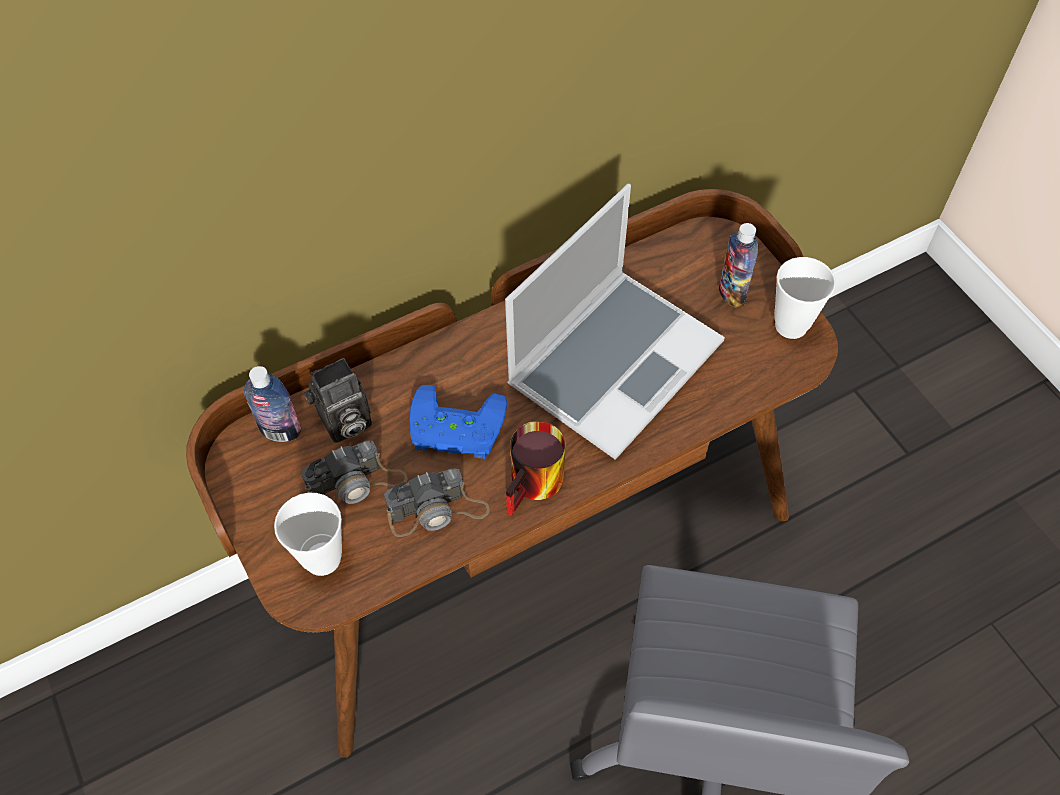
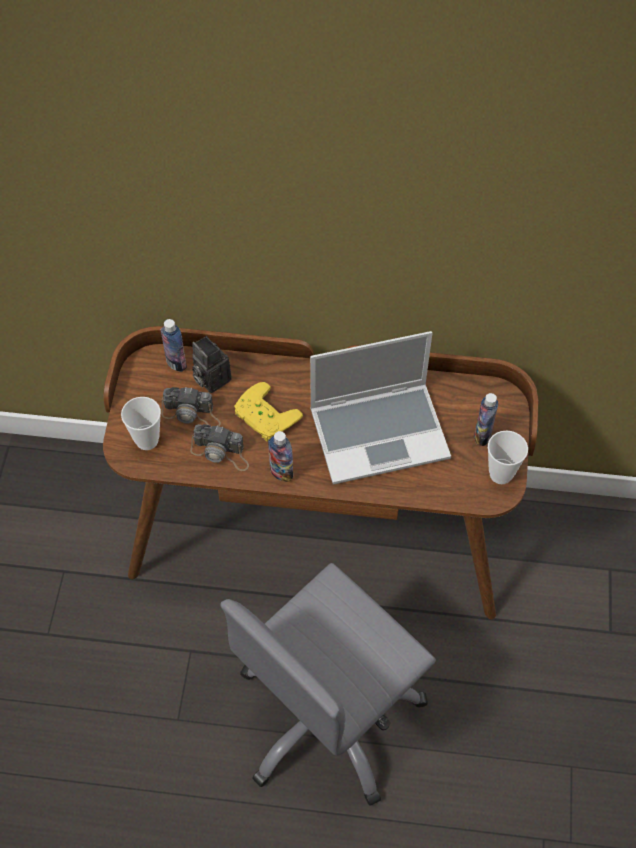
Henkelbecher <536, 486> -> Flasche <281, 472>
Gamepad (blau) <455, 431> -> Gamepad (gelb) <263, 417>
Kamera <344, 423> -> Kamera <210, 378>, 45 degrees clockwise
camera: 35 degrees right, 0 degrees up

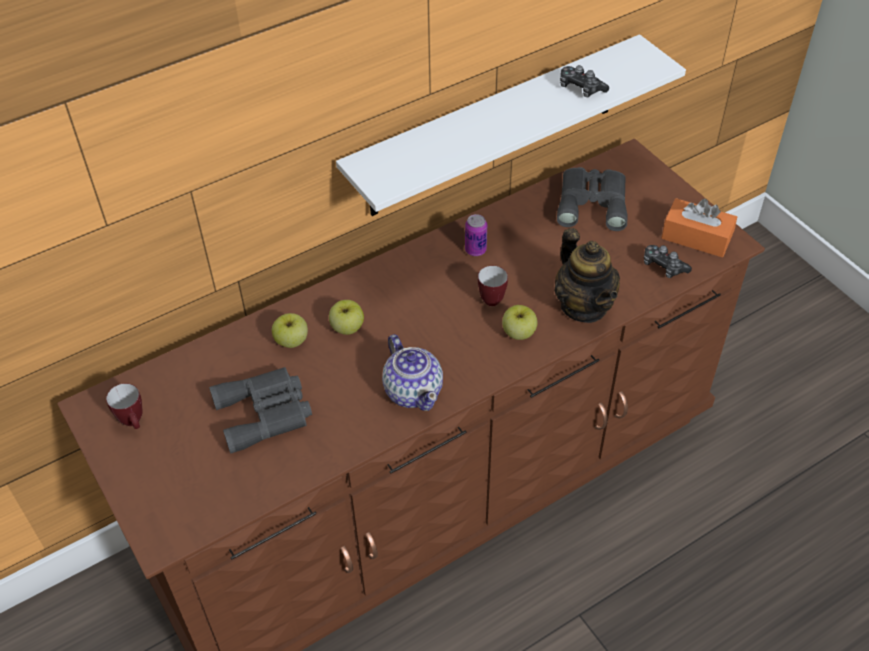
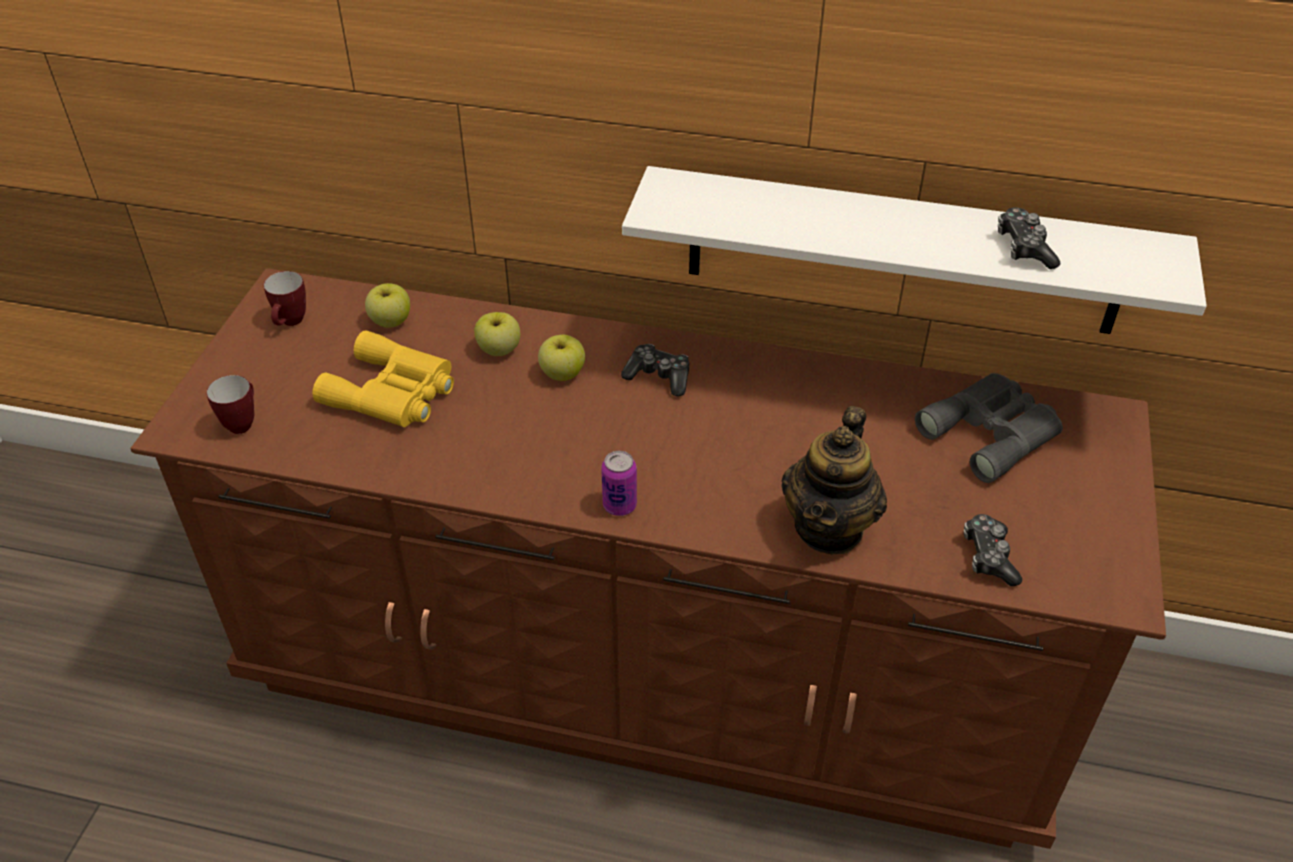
Teekanne <413, 390> -> none
Taschentuchbox (orange) <696, 237> -> none
none -> Gamepad <659, 377>
Dose <475, 250> -> Dose <619, 505>, relocated
Henkelbecher <488, 298> -> Henkelbecher <242, 422>, relocated
Apfel <518, 333> -> Apfel <390, 321>, relocated
Fernglas (grau) <266, 413> -> Fernglas (gelb) <393, 393>
camera: 45 degrees right, 5 degrees down

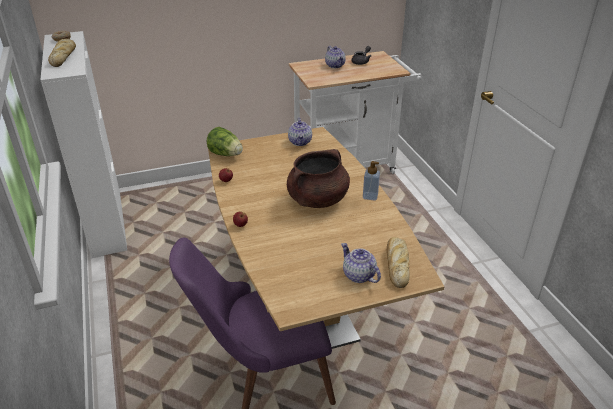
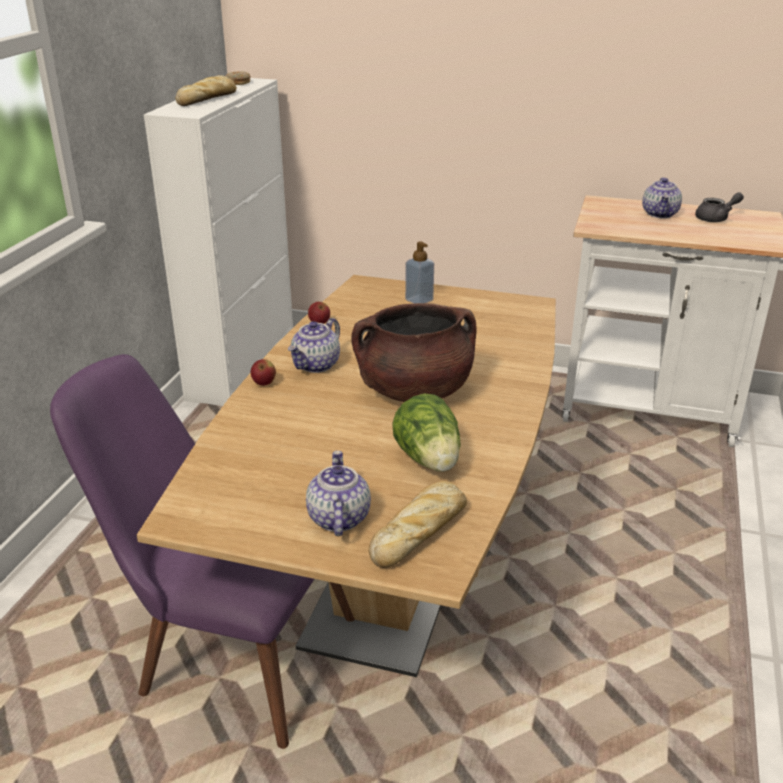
Salatkopf <226, 154> -> Salatkopf <429, 460>, relocated
Teekanne <300, 142> -> Teekanne <316, 365>, relocated
Seifenspender <370, 196> -> Seifenspender <419, 300>, relocated
camera: 35 degrees right, 5 degrees down

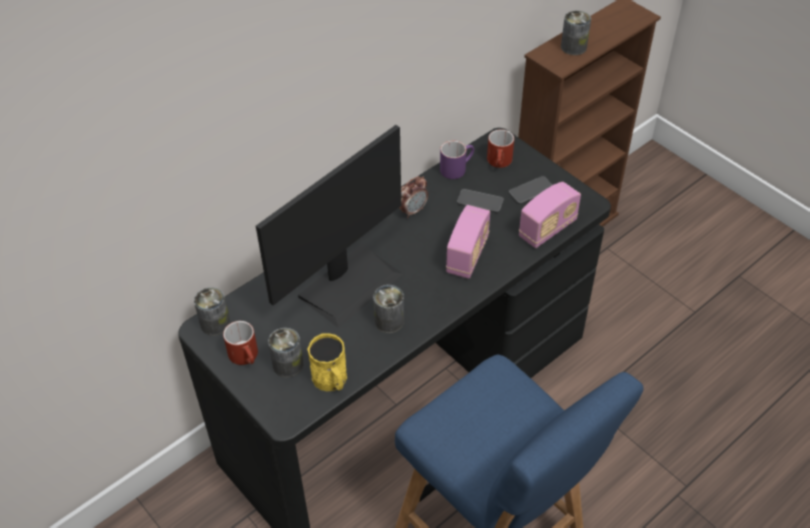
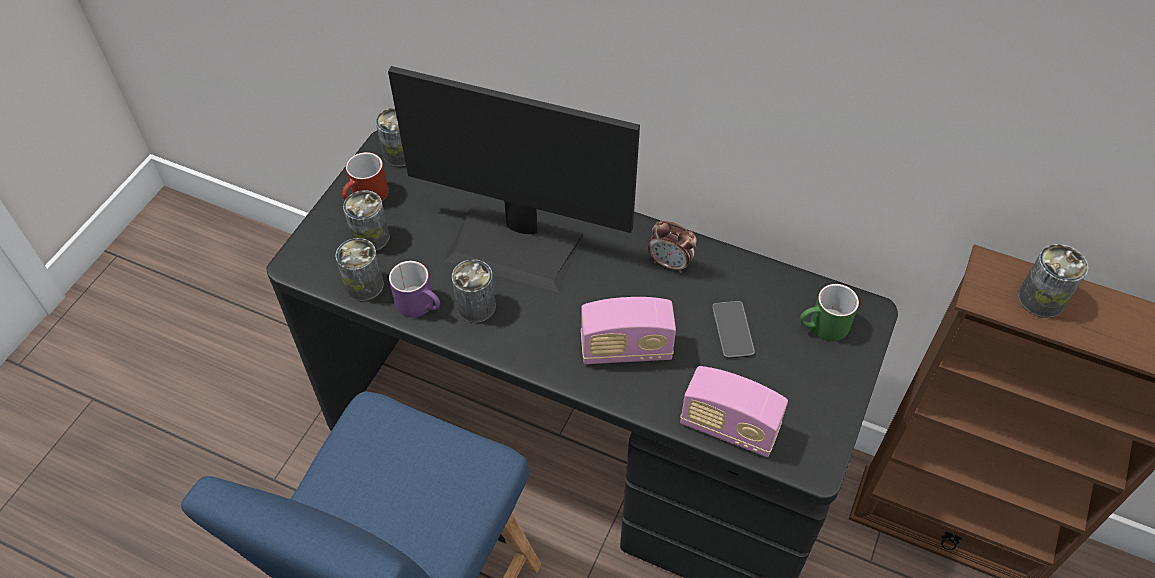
Handy <531, 191> -> none
Henkelbecher (lila) <456, 168> -> Henkelbecher (lila) <421, 305>, relocated
Henkelbecher (gelb) <331, 380> -> Dose <364, 285>
Henkelbecher (rot) <500, 163> -> Henkelbecher (grün) <822, 328>
camera: 65 degrees right, 5 degrees up

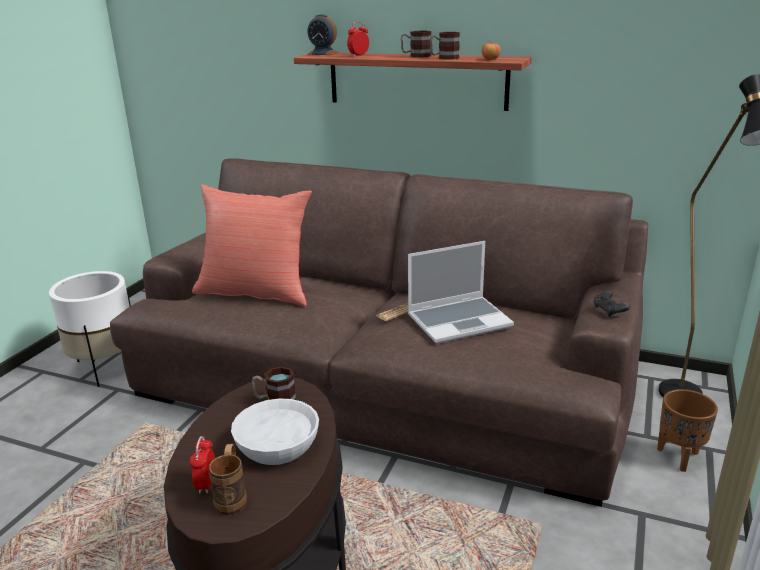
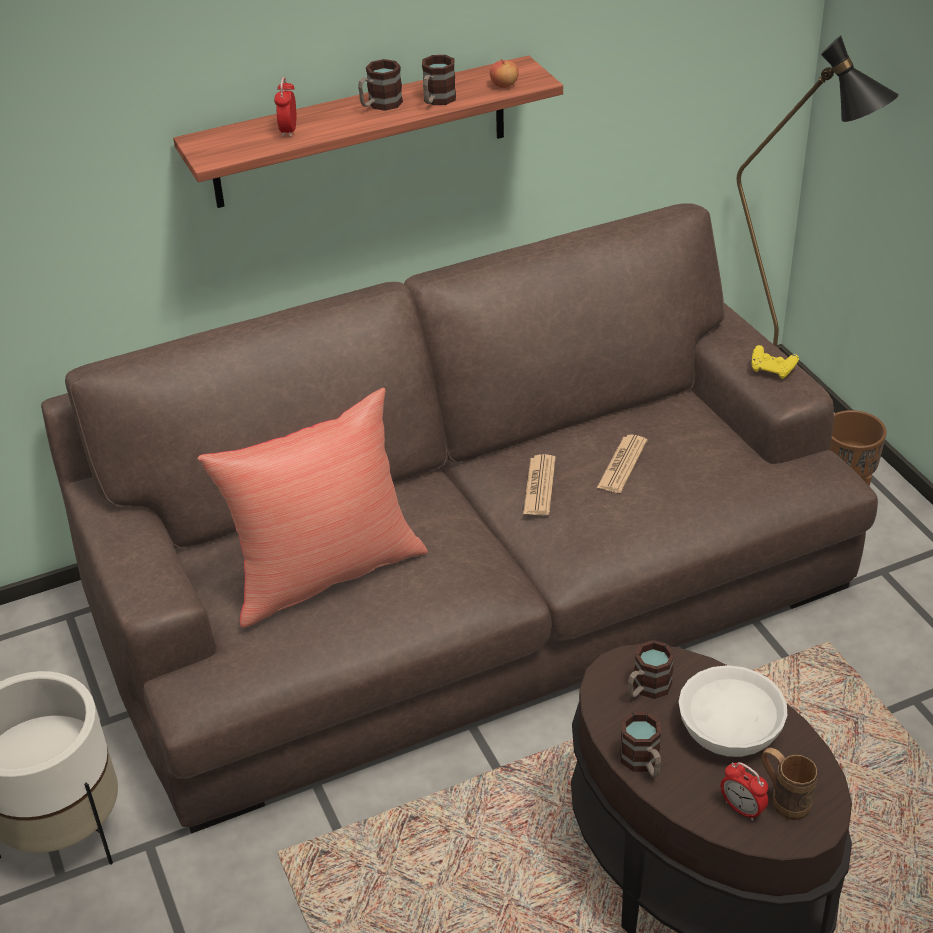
Wecker <323, 53> -> none
none -> Henkelbecher <643, 763>
Laptop <459, 320> -> Zeitung <622, 464>
Gamepad (schwarz) <609, 311> -> Gamepad (gelb) <772, 370>
camera: 45 degrees left, 15 degrees up

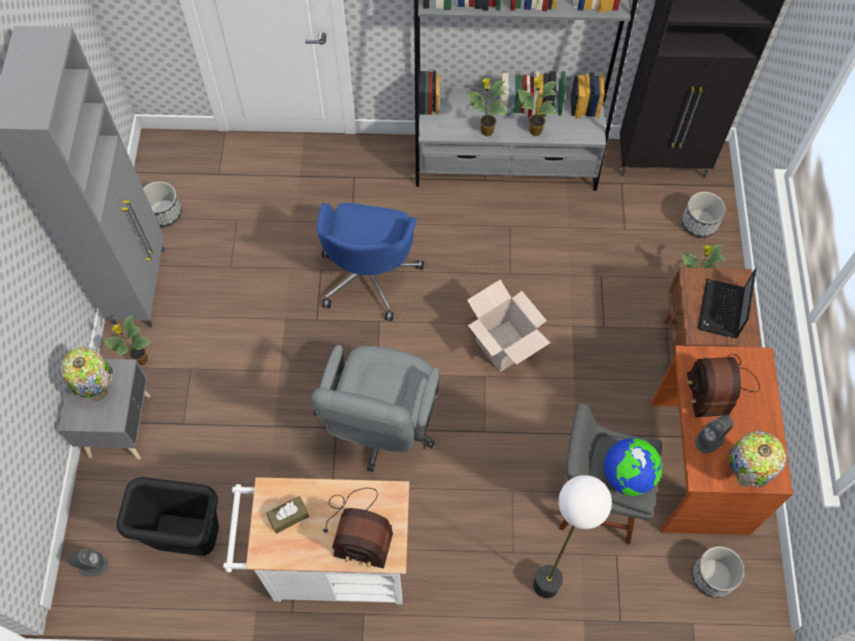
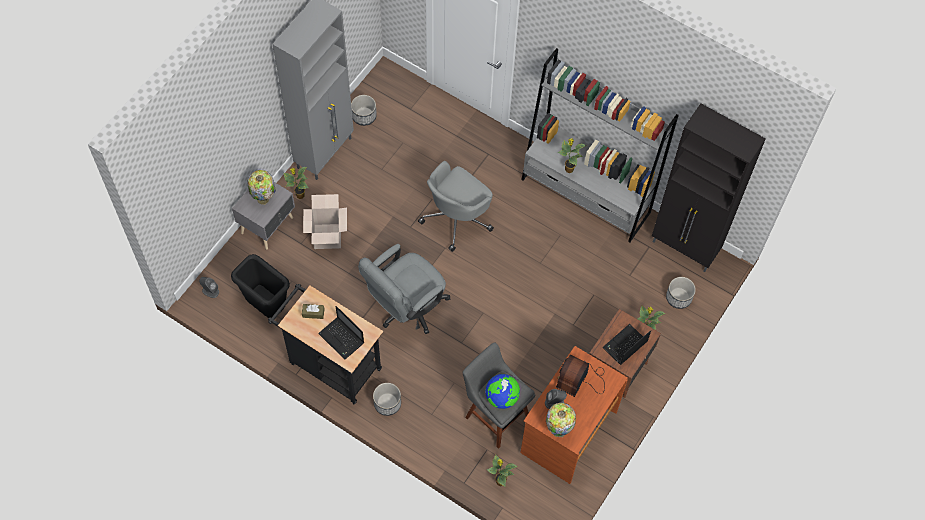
Stehlampe <546, 585> -> none
Karton <503, 346> -> Karton <327, 236>, relocated
Topfpflanze <534, 131> -> Topfpflanze <500, 481>, relocated
Pflanzkübel <713, 577> -> Pflanzkübel <387, 404>, relocated
Radio <358, 529> -> Laptop <342, 339>
Rollwagen (weiß) <331, 566> -> Rollwagen (schwarz) <331, 364>
Bürostuhl (blau) <369, 275> -> Bürostuhl (grau) <457, 218>
camera: 30 degrees right, 0 degrees up

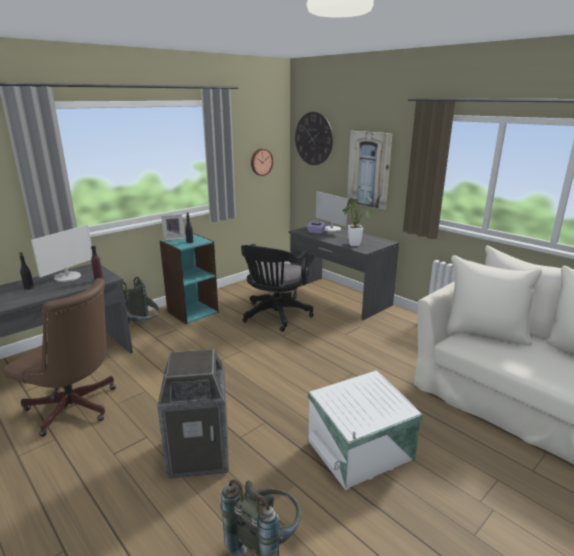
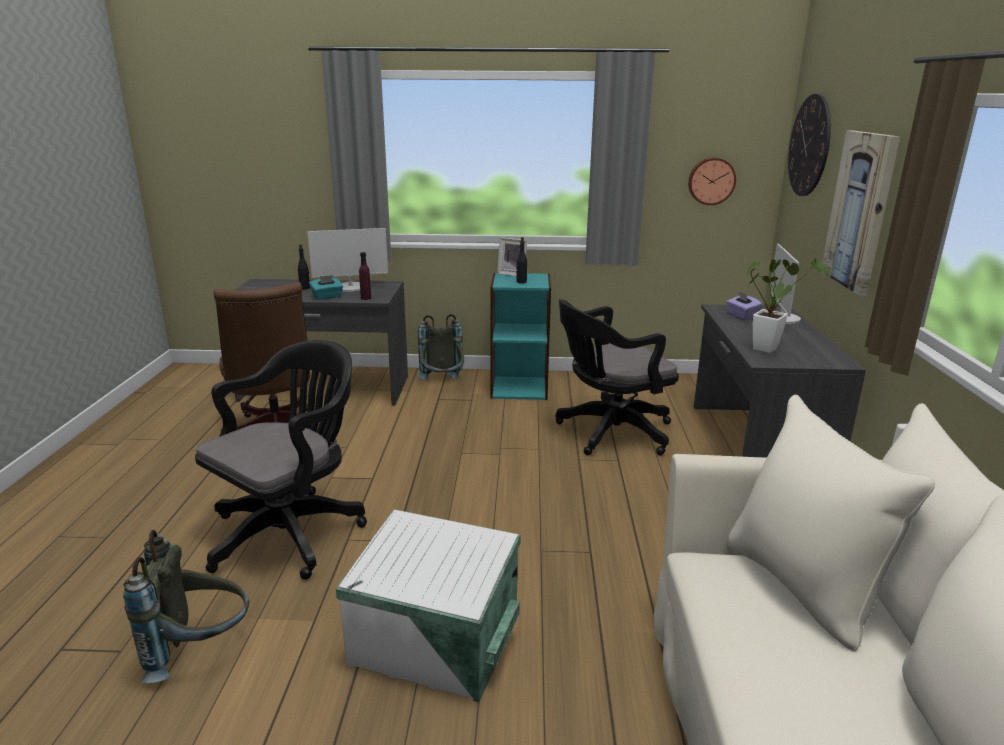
none -> Taschentuchbox (türkis) <327, 297>
Mülleimer <200, 454> -> Bürostuhl (schwarz) <292, 531>
camera: 45 degrees right, 0 degrees up

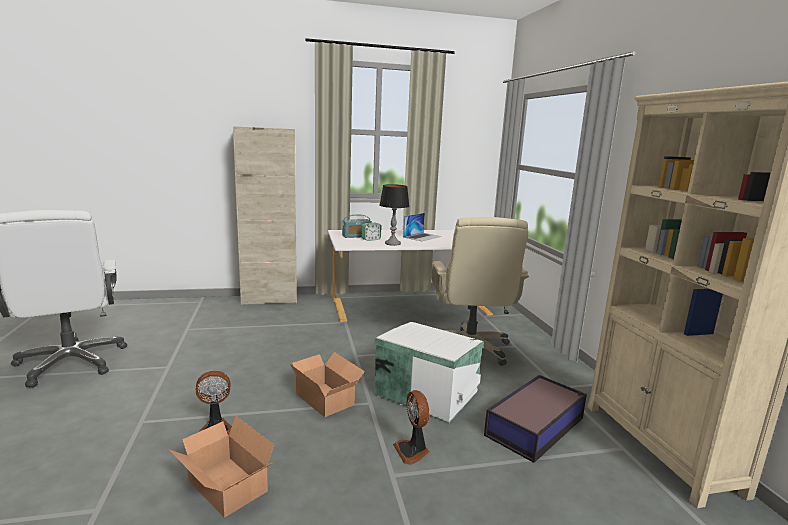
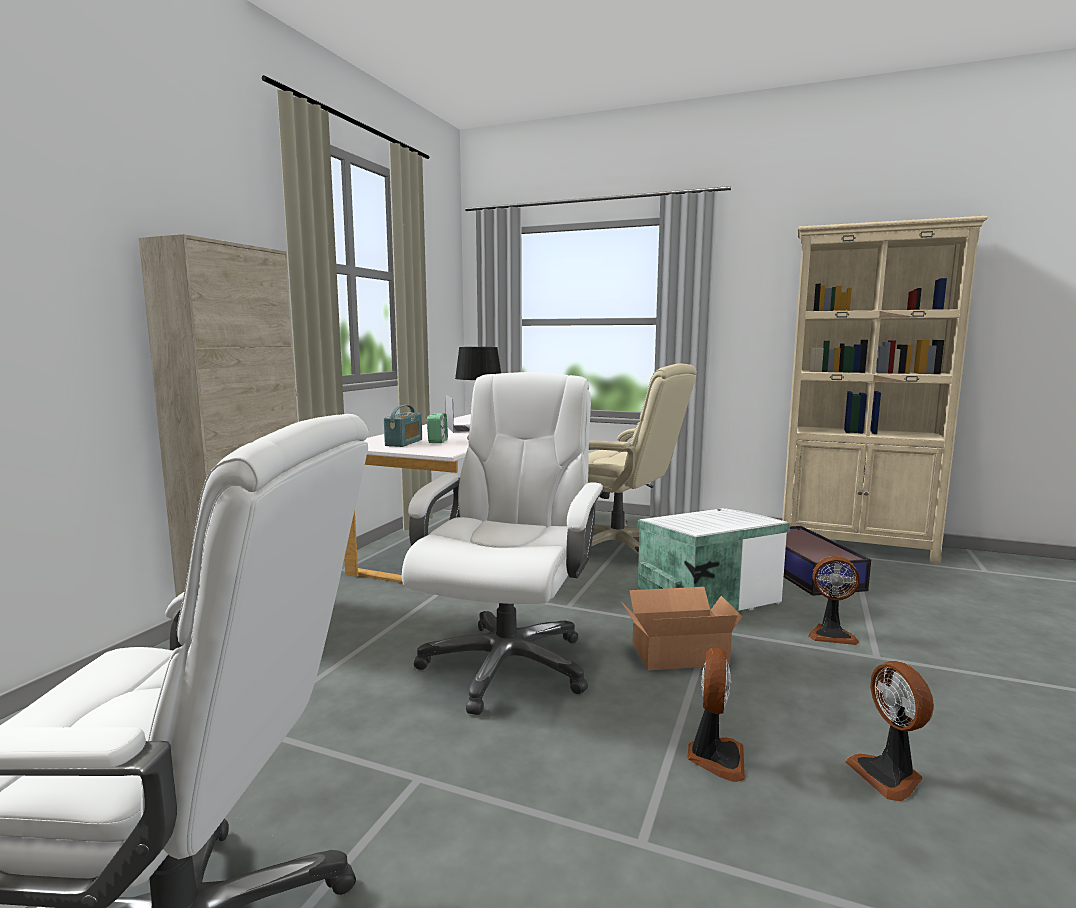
none -> Bürostuhl (weiß) <506, 664>
Karton <225, 488> -> Ventilator <888, 775>
camera: 55 degrees left, 5 degrees down

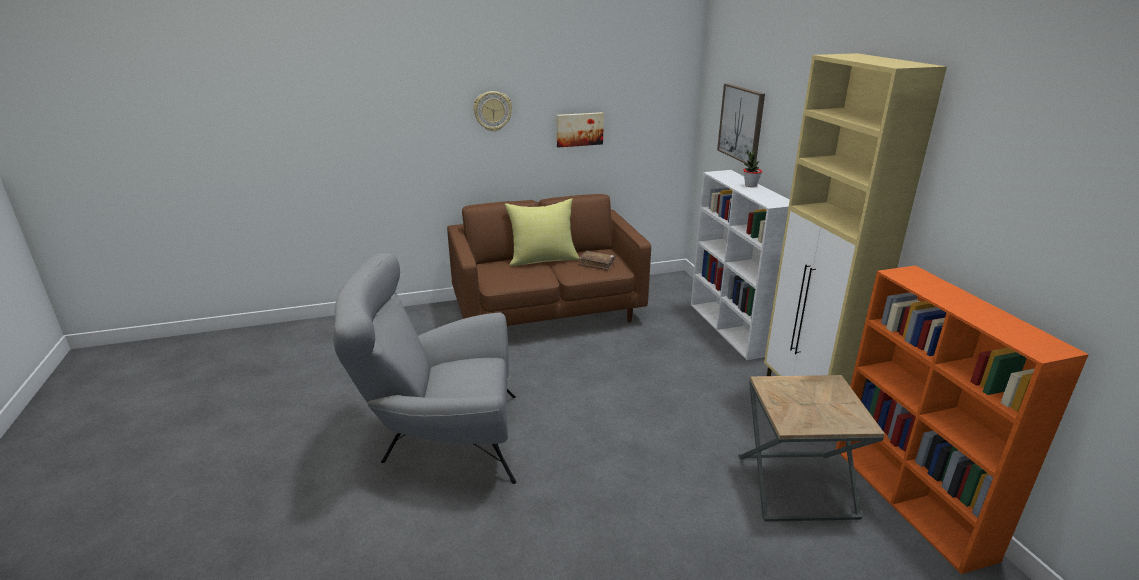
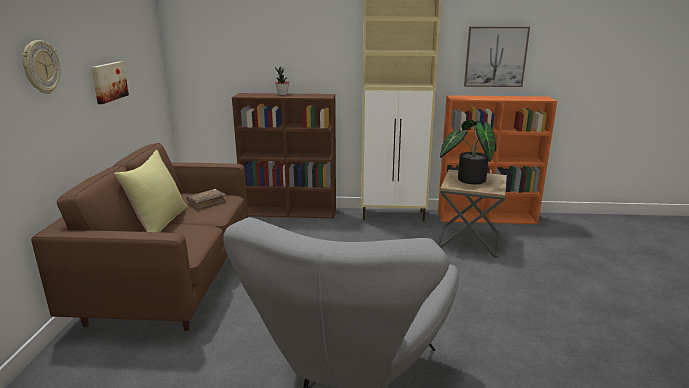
none -> Topfpflanze <467, 180>
Bild <741, 123> -> Bild <495, 57>, relocated
Bücherregal (weiß) <731, 329> -> Bücherregal (braun) <290, 212>
camera: 70 degrees left, 5 degrees down

